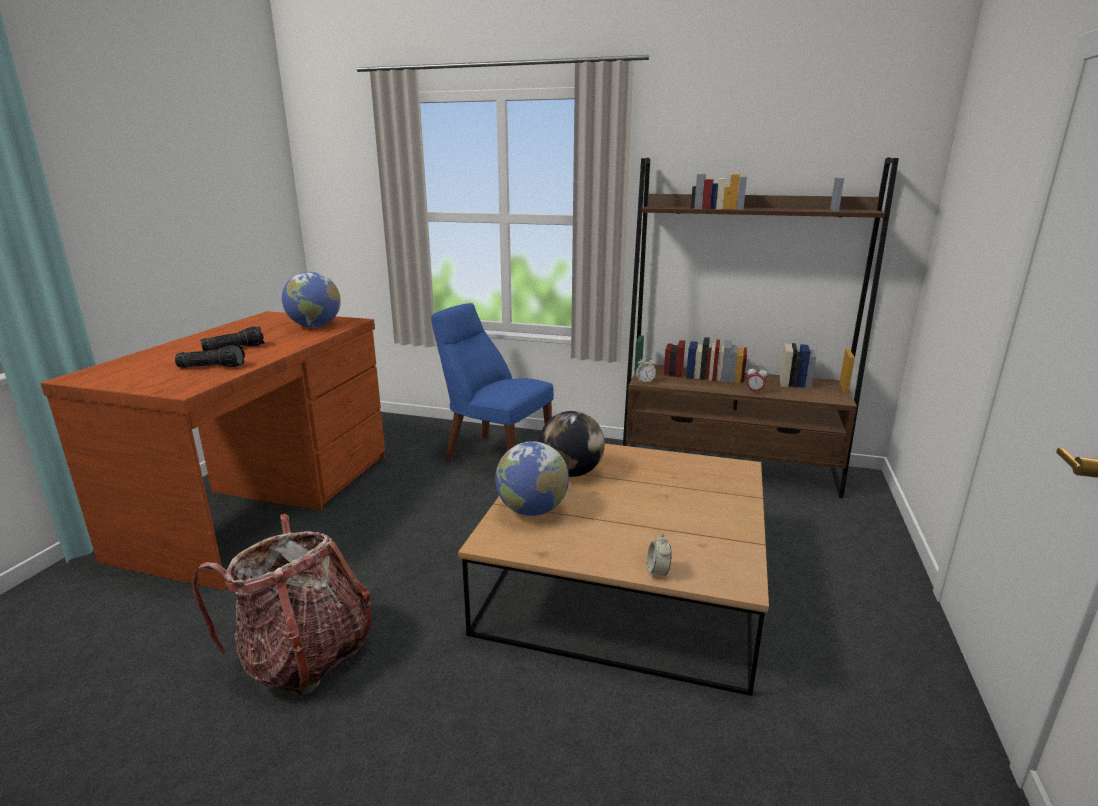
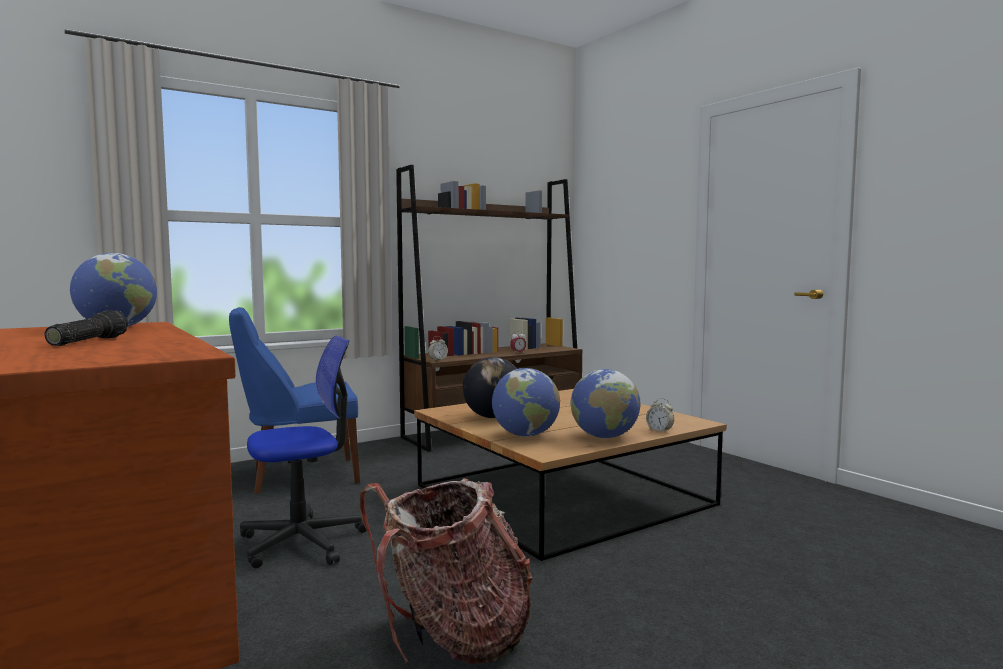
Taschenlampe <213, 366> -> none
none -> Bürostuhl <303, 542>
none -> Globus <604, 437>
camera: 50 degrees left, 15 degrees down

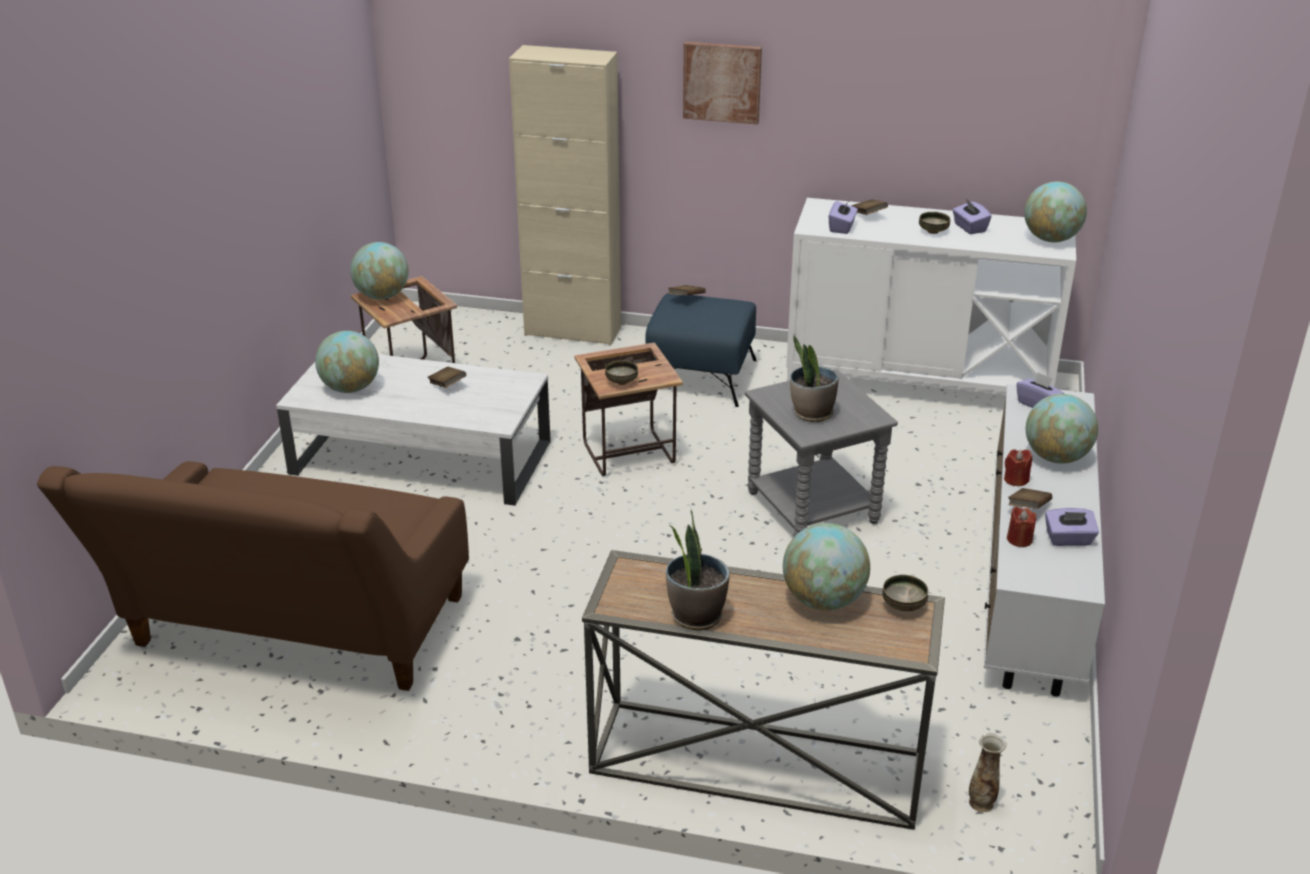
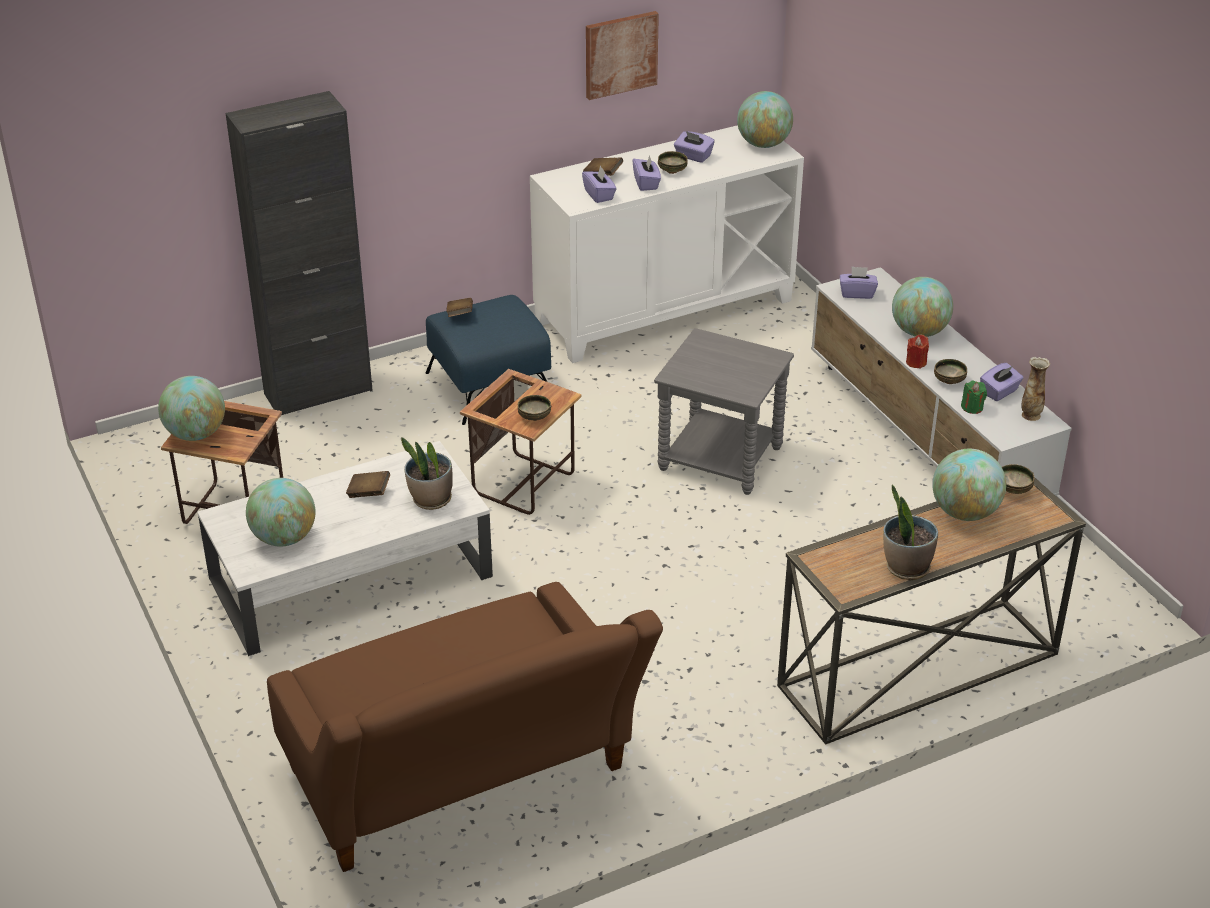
none -> Taschentuchbox (lila) <646, 183>
Bild <722, 82> -> Bild <620, 54>, relocated
Topfpflanze <812, 413> -> Topfpflanze <431, 500>, relocated
Vase <981, 802> -> Vase <1030, 415>, relocated
Buch (braun) <1028, 508> -> Schüssel <949, 381>
Schrank (beige) <573, 331> -> Schrank (schwarz) <318, 392>
Kerze (rot) <1019, 539> -> Kerze (grün) <972, 407>
camera: 40 degrees left, 5 degrees up

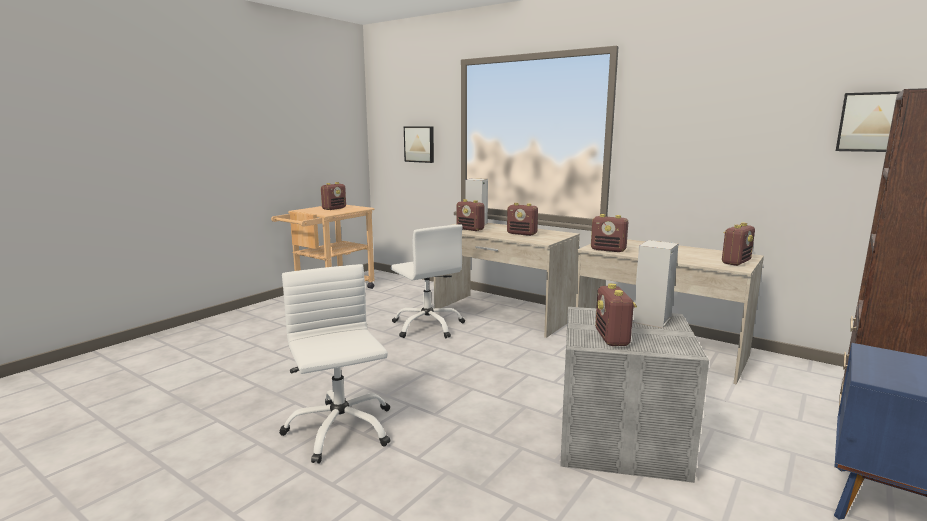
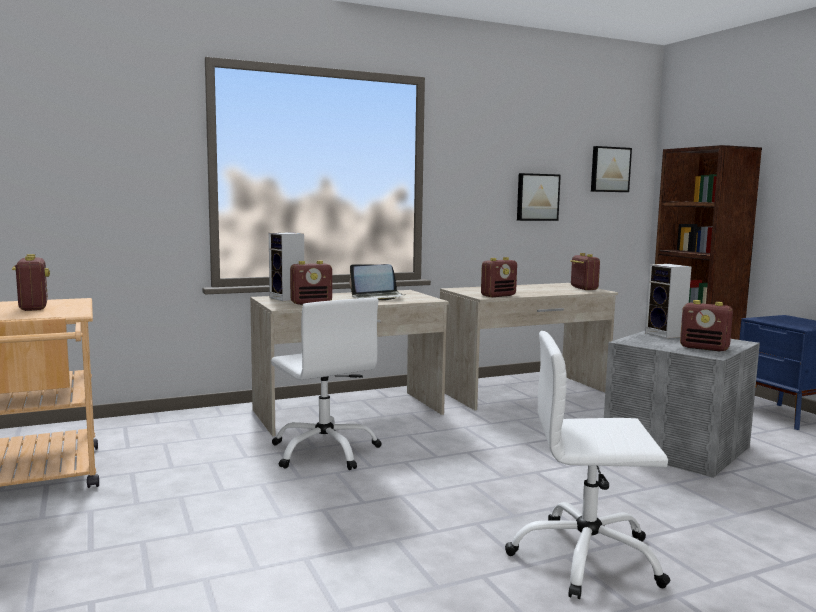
Bild <419, 144> -> Bild <537, 197>, relocated
Radio <522, 234> -> Laptop <378, 297>
Bürostuhl (weiß) <428, 326> -> Bürostuhl (weiß) <325, 451>, 60 degrees clockwise
camera: 60 degrees left, 5 degrees down

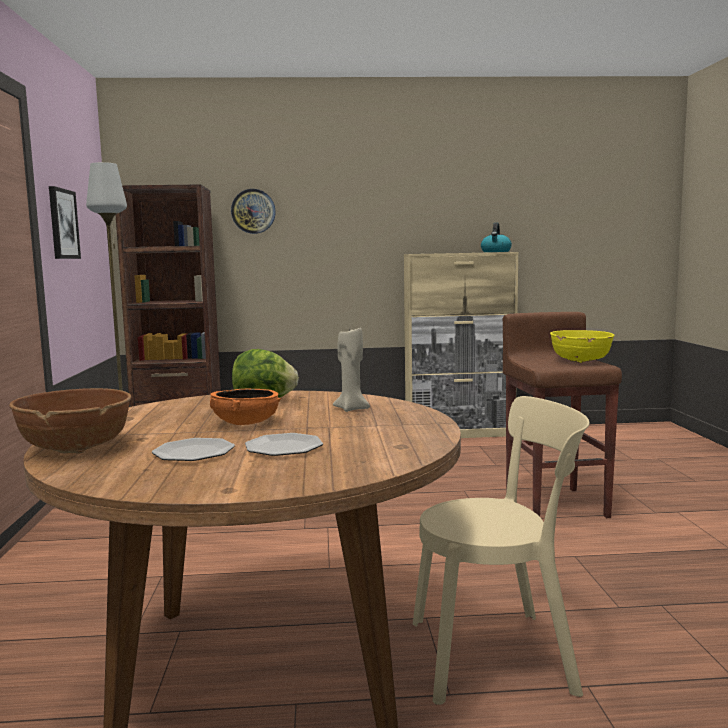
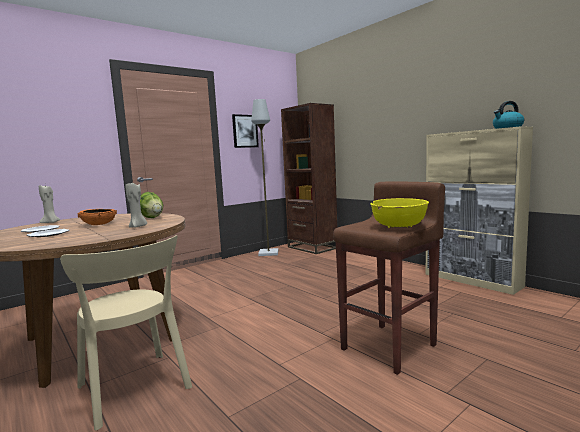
Wanduhr <253, 211> -> none
Schüssel (braun) <76, 448> -> Kerze (beige) <51, 222>
camera: 55 degrees right, 0 degrees up

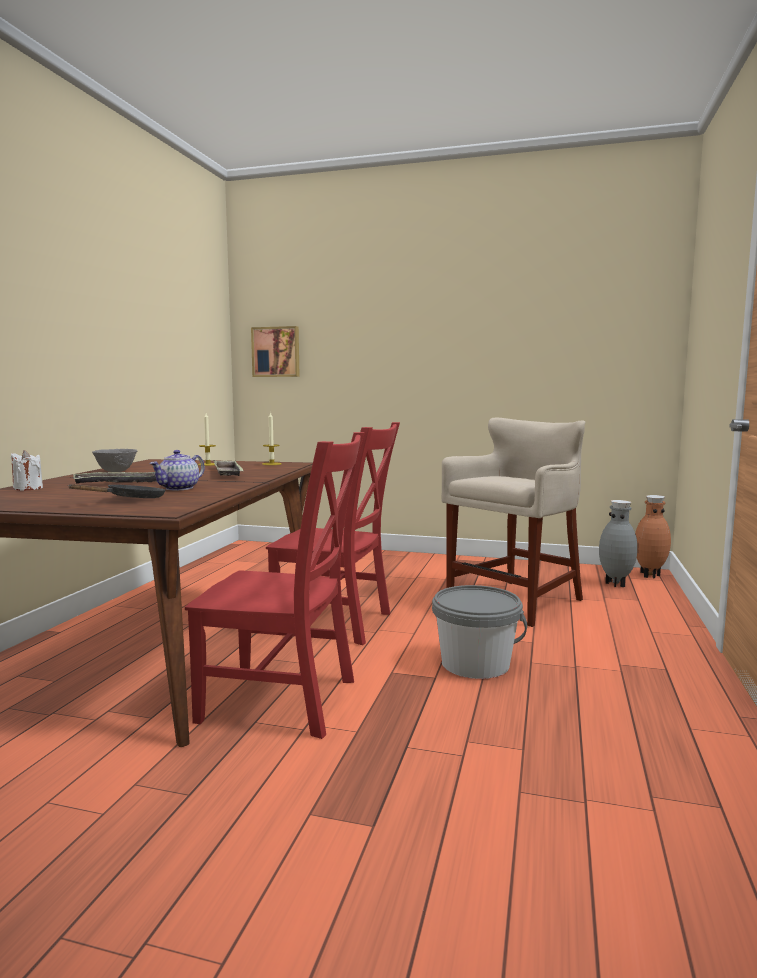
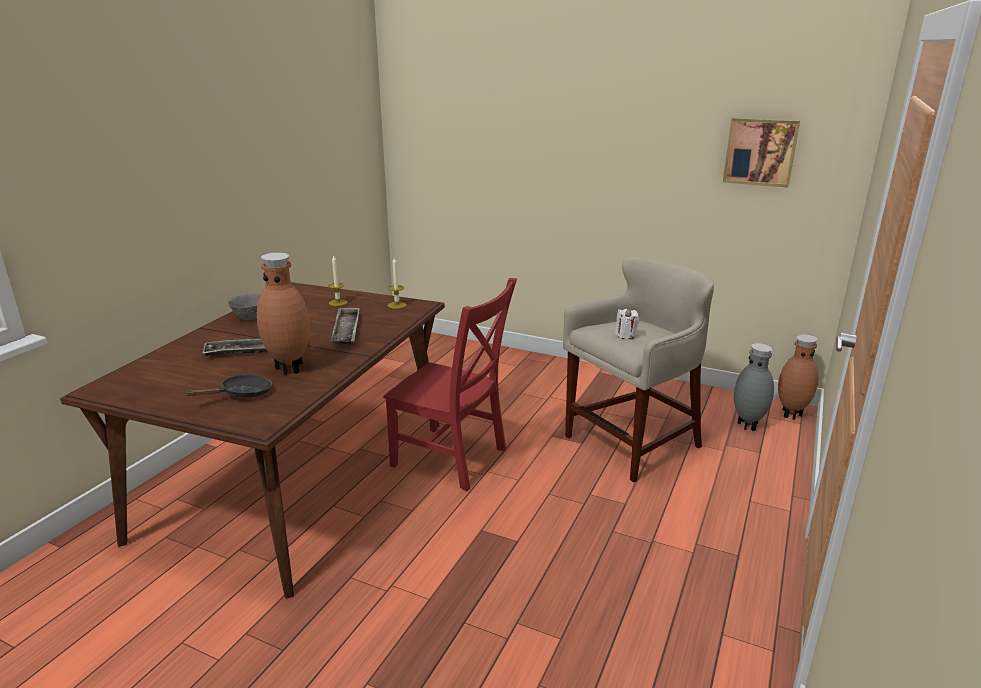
Stuhl (rot) <285, 701> -> none
Eimer (grau) <475, 664> -> none
Kerze (weiß) <28, 488> -> Kerze (weiß) <625, 335>, relocated
Bild <276, 352> -> Bild <760, 151>, relocated
Teekanne <179, 488> -> Vase (braun) <290, 368>
camera: 10 degrees right, 15 degrees up

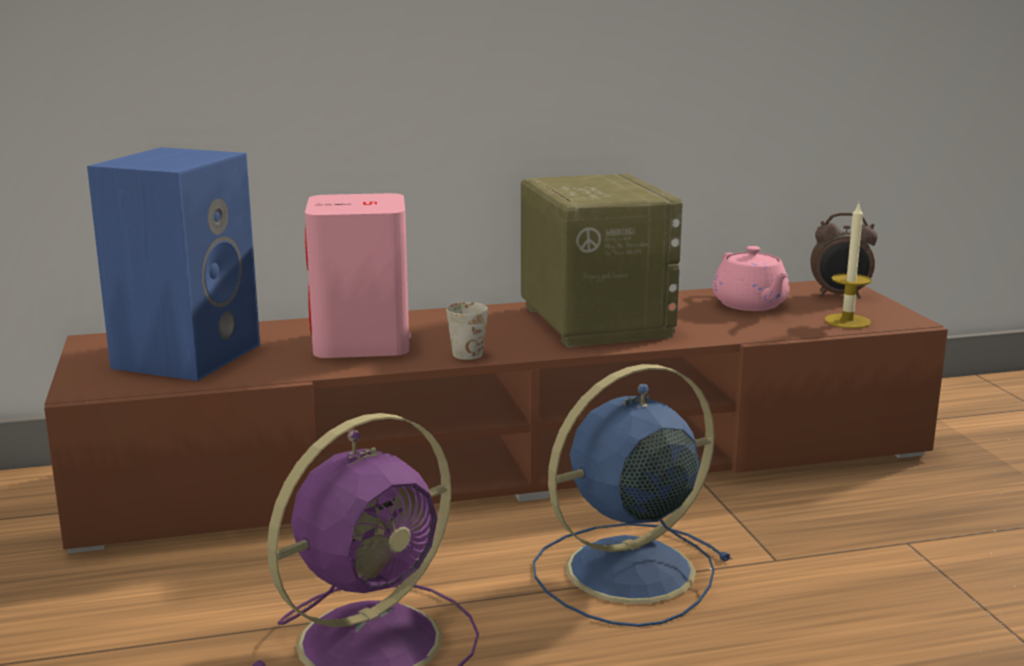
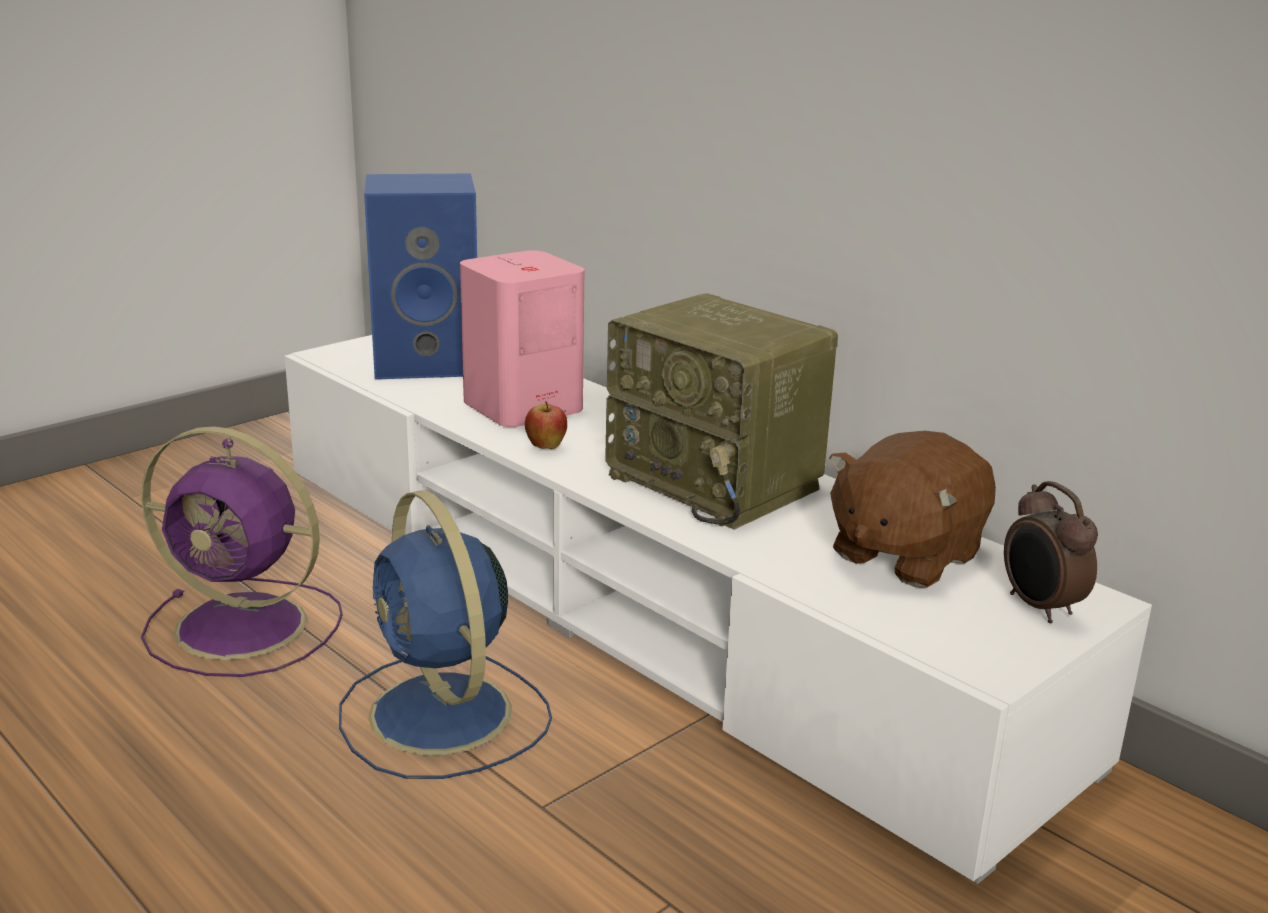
Kerze <847, 321> -> none
Henkelbecher (weiß) <463, 352> -> Apfel <546, 448>
Teekanne (rosa) <750, 305> -> Plüschtier (braun) <904, 555>
Fernsehschrank (braun) <514, 463> -> Fernsehschrank (weiß) <631, 599>
Radio <592, 320> -> Radio <718, 482>, 90 degrees clockwise
Ventilator (blau) <625, 572> -> Ventilator (blau) <443, 717>, 150 degrees counterclockwise
camera: 60 degrees right, 5 degrees up

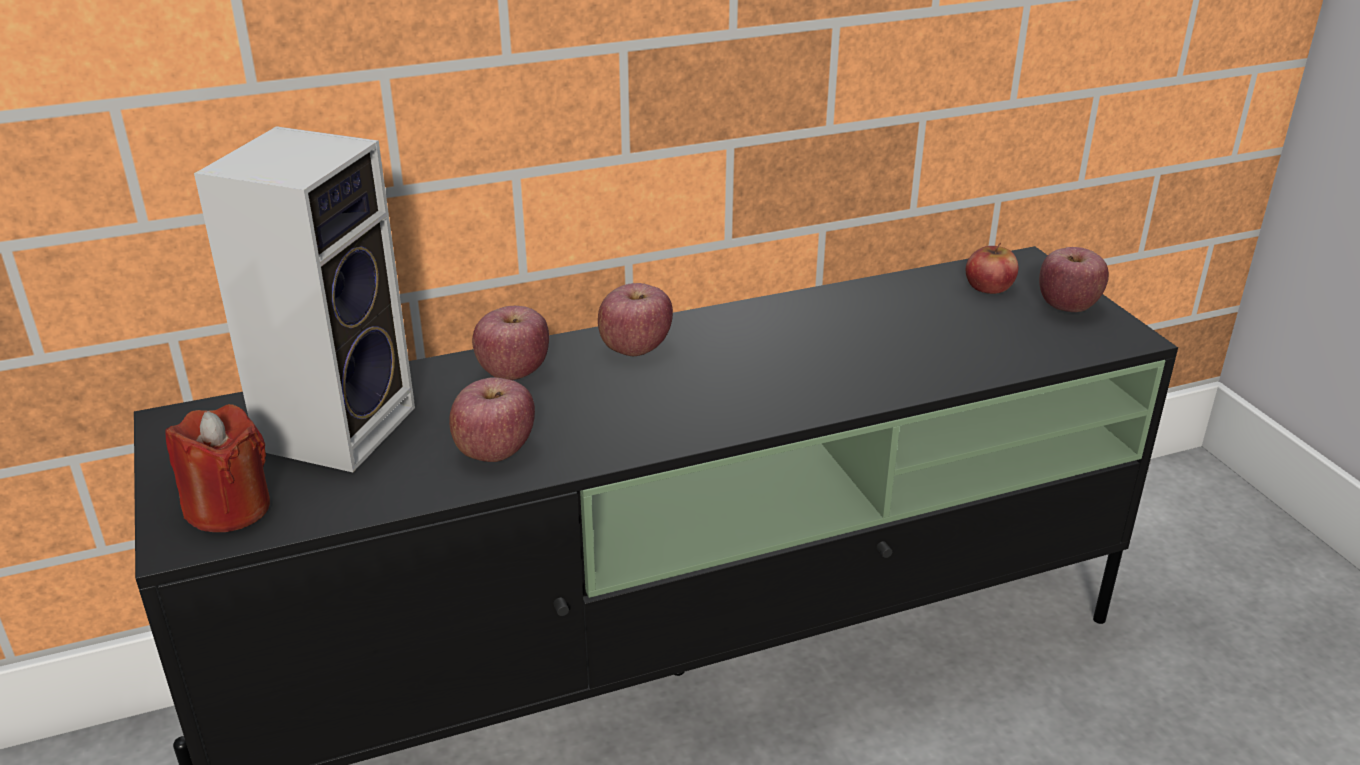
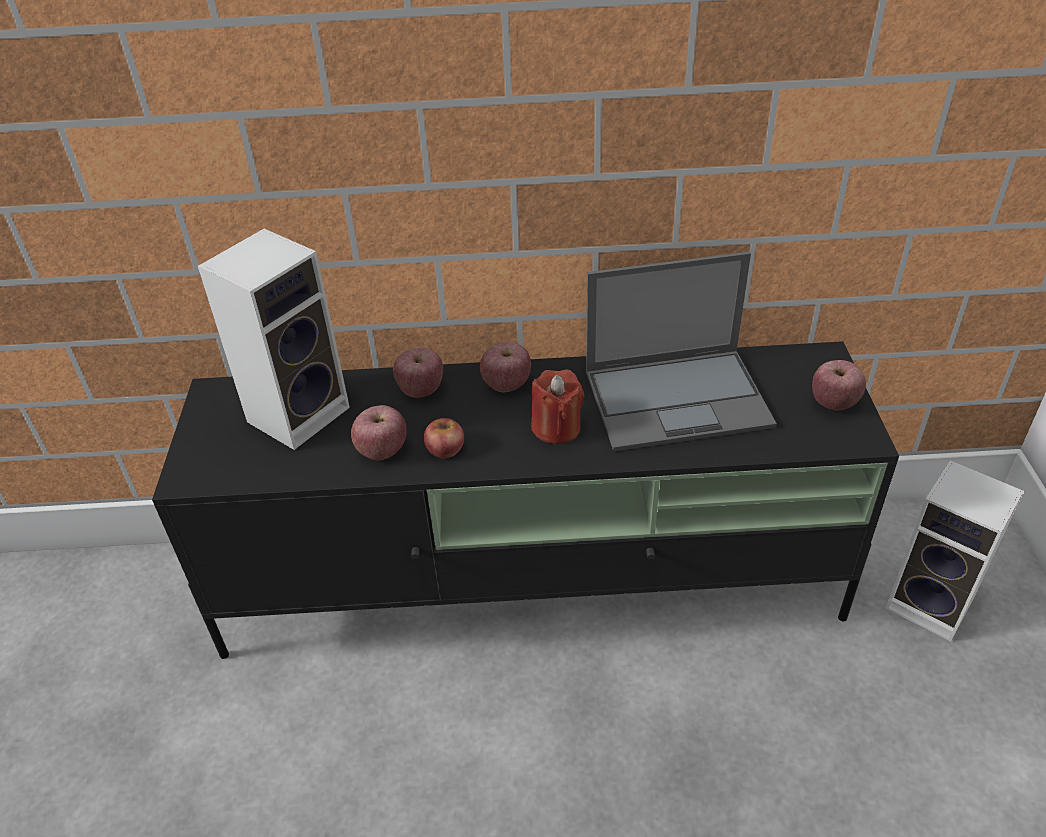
none -> Laptop <679, 398>
none -> Lautsprecher <933, 605>
Kerze (rot) <229, 508> -> Kerze (rot) <556, 428>, relocated
Apfel <989, 286> -> Apfel <445, 448>, relocated
camera: 20 degrees right, 10 degrees up

